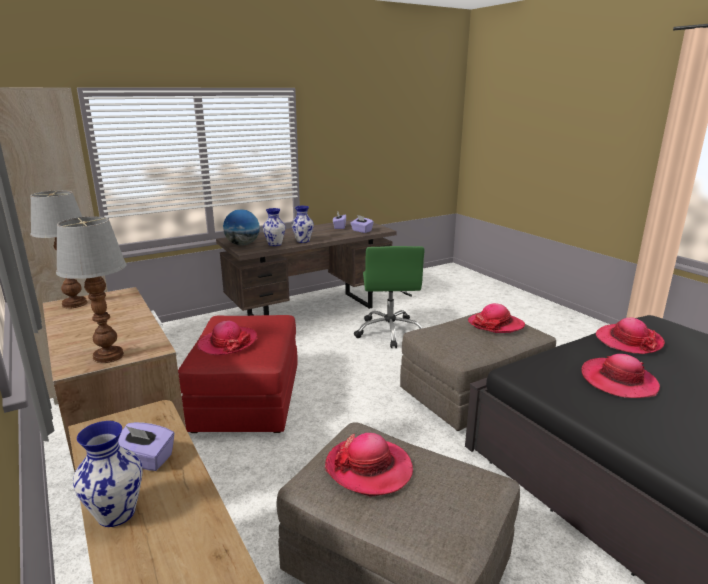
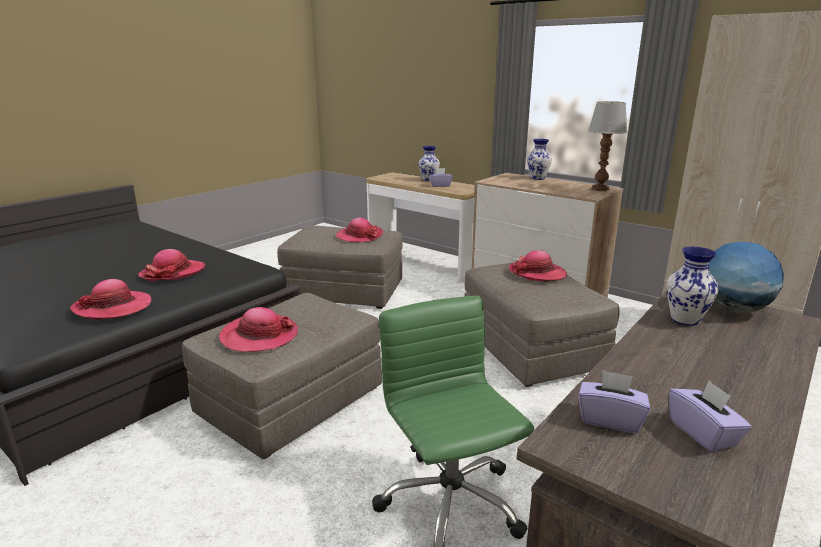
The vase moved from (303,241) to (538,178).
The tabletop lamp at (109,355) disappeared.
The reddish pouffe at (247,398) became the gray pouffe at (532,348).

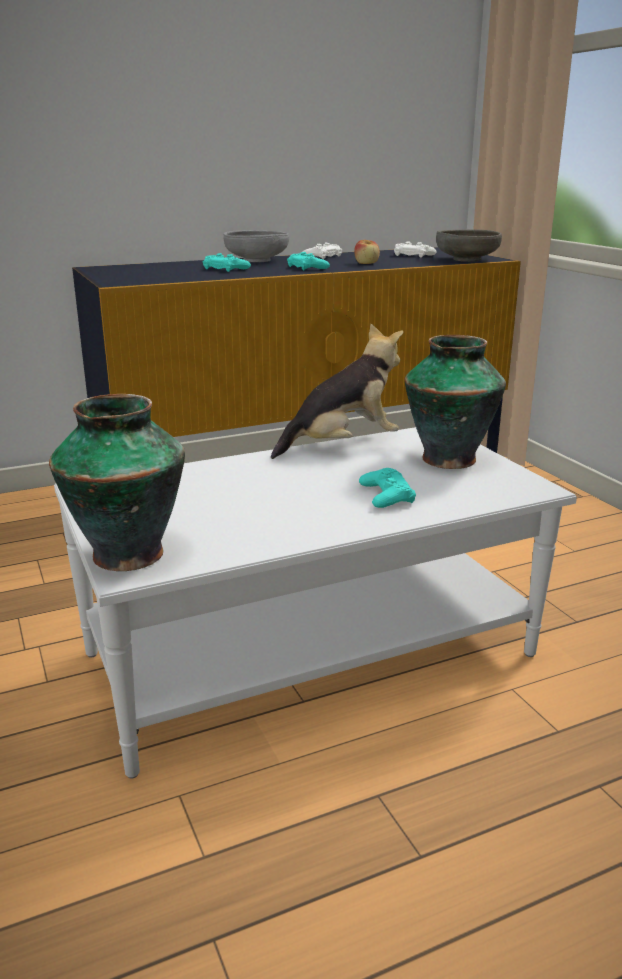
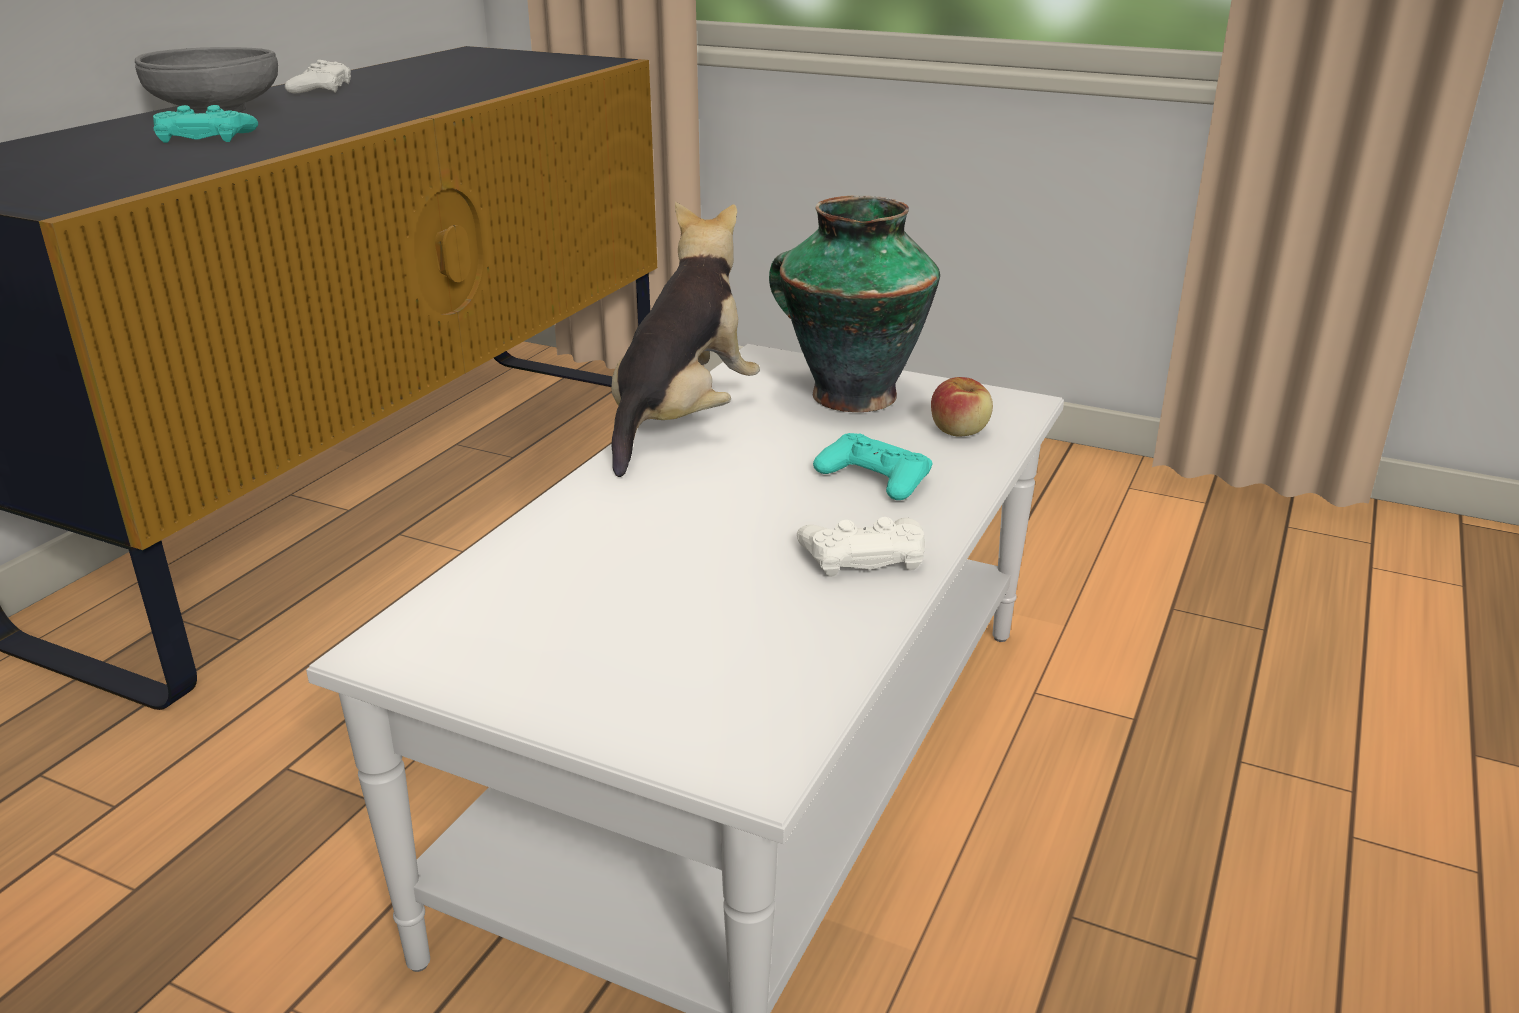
The gray bowl at (466,259) disappeared.
The apple moved from (366,263) to (960,430).
The white-coloured game controller moved from (413,255) to (863,555).
The turquoise game controller at (307,267) disappeared.
The vase at (126,553) disappeared.

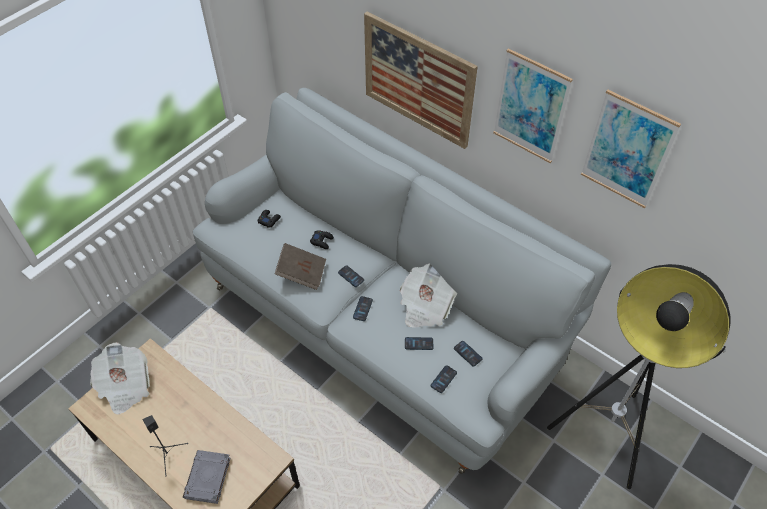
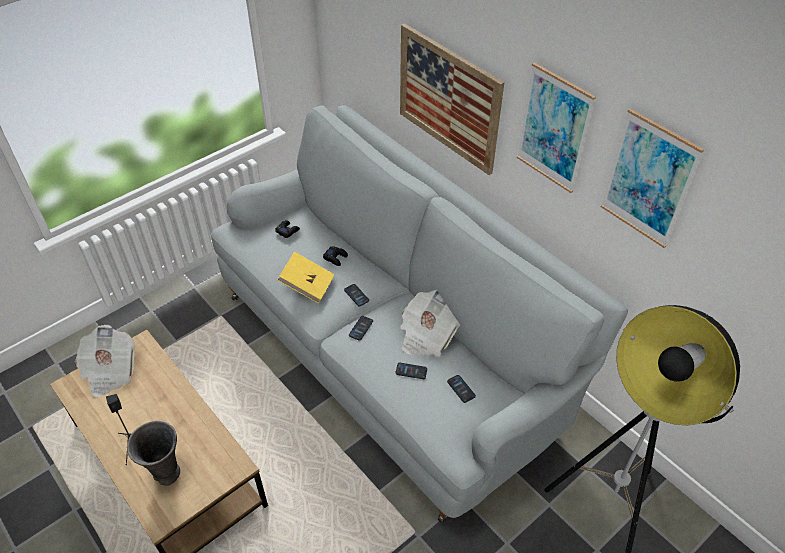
The brown-coloured bound book at (302,273) became the yellow-coloured bound book at (307,285).
The phone at (443,379) disappeared.
The gray bound book at (208,478) was replaced by the gray vase at (167,474).

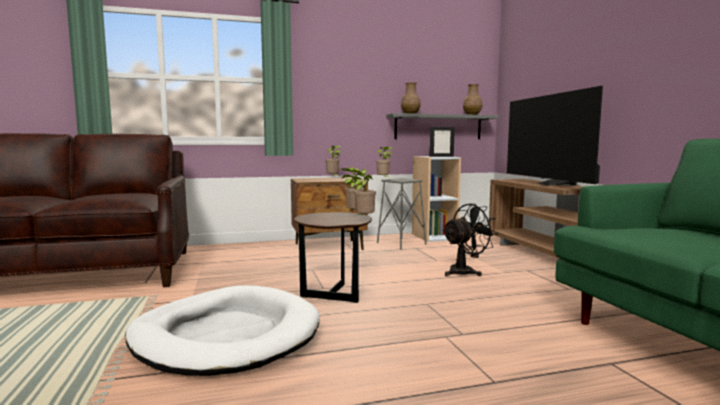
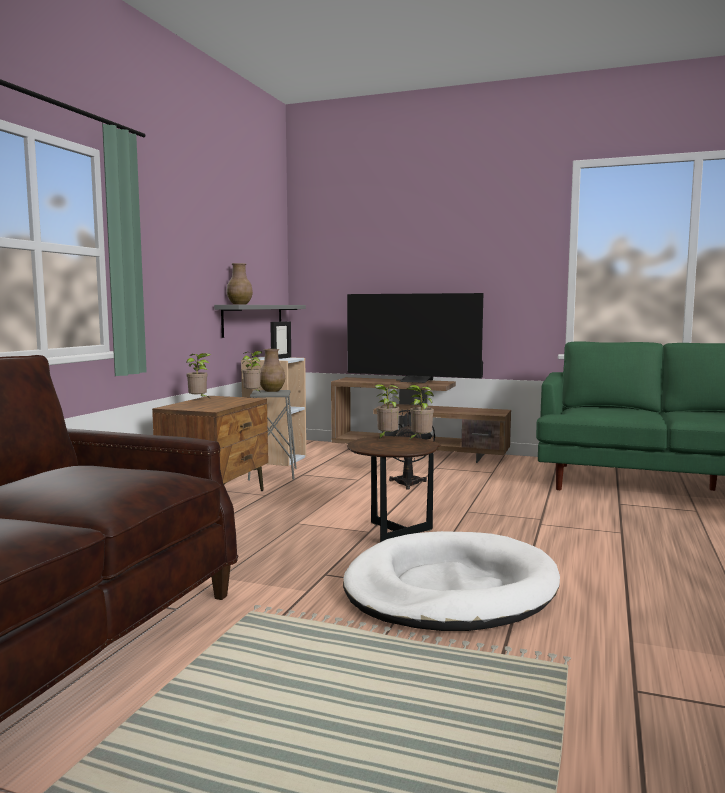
The brown-coloured vase moved from (472,114) to (272,391).

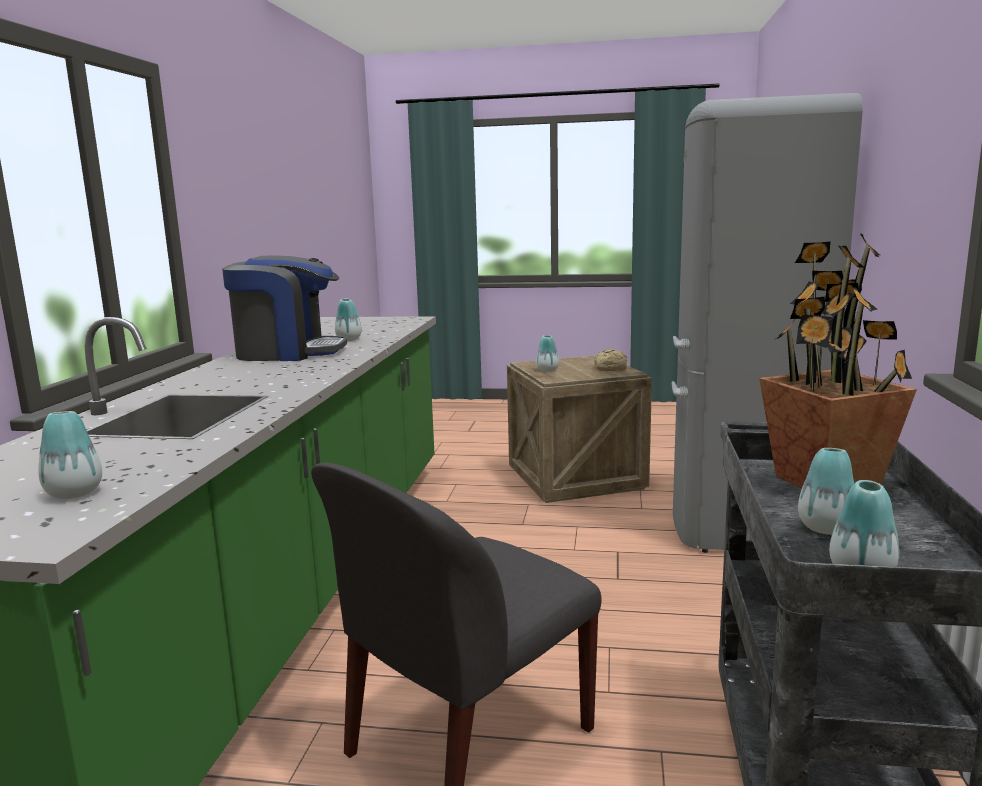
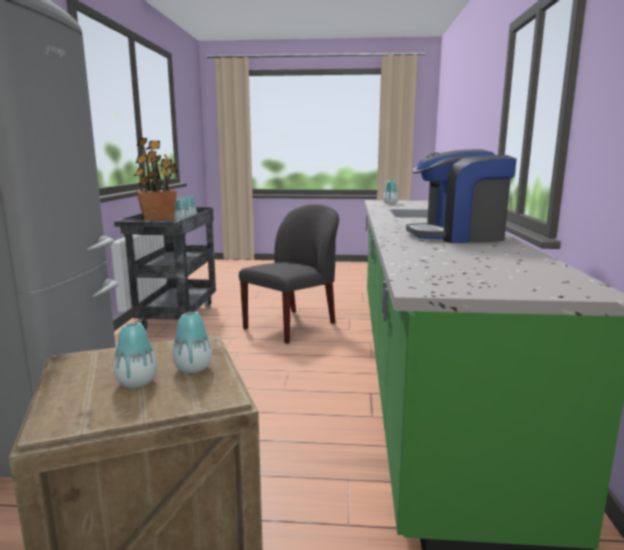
The vase moved from (349,339) to (137,382).
The bakery bread at (611,368) disappeared.

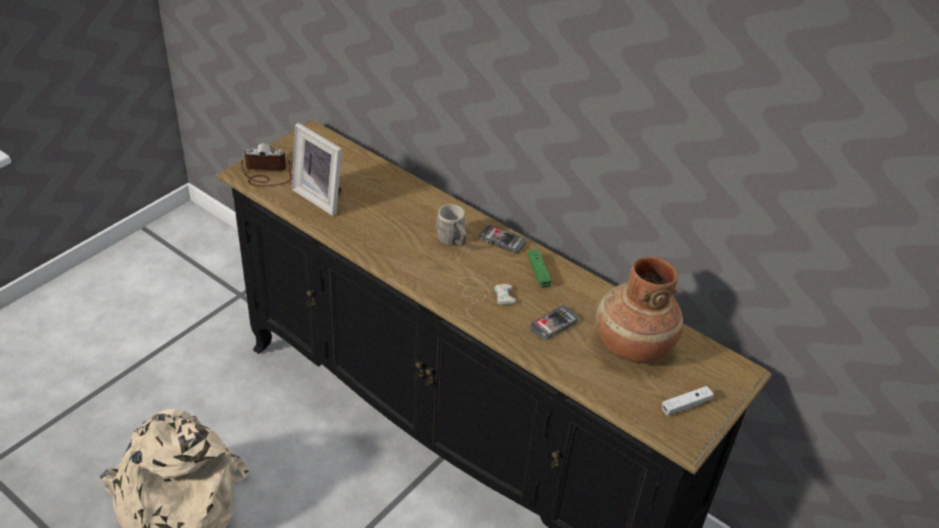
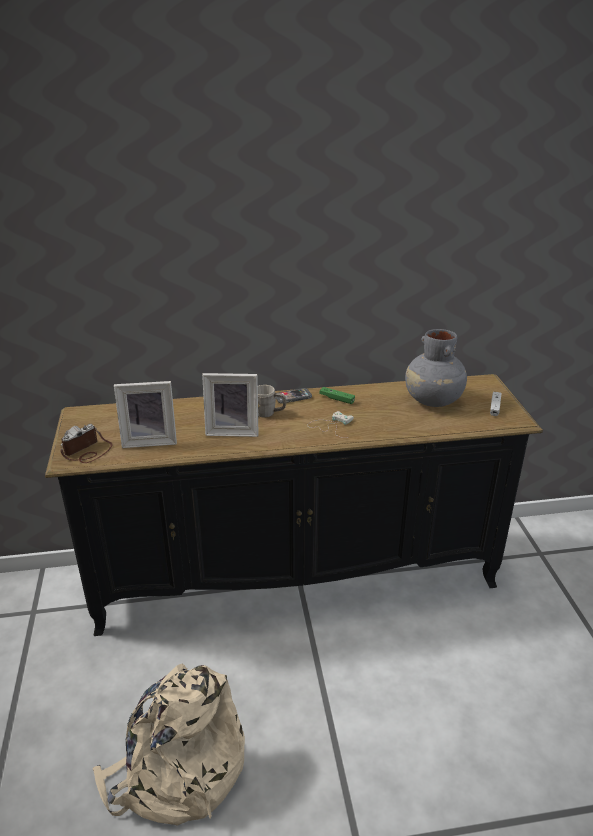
The brown-coloured vase at (632,346) became the gray vase at (433,400).
The phone at (554,324) disappeared.
The photo frame at (233,430) appeared.

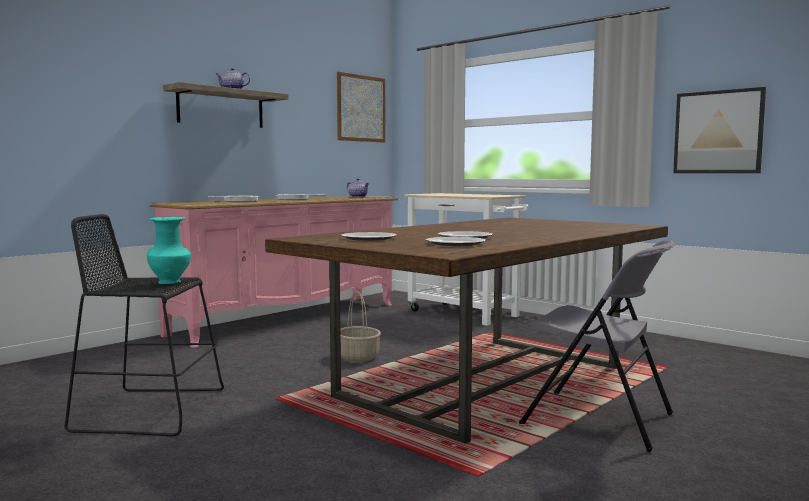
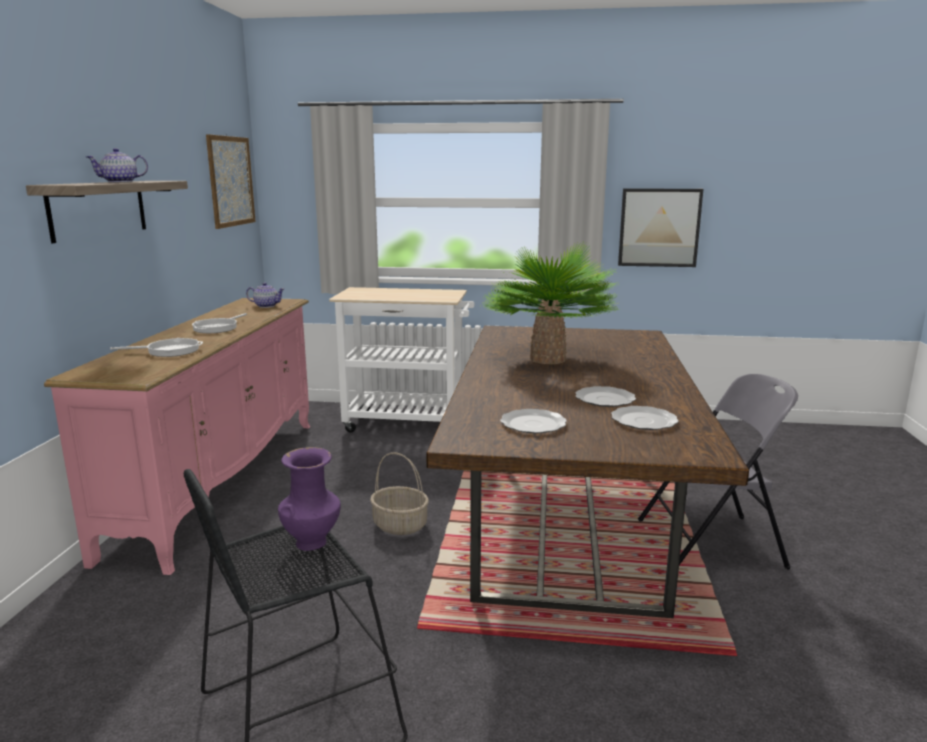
The turquoise vase at (170,282) became the purplish vase at (312,542).
The potted plant at (547,359) appeared.

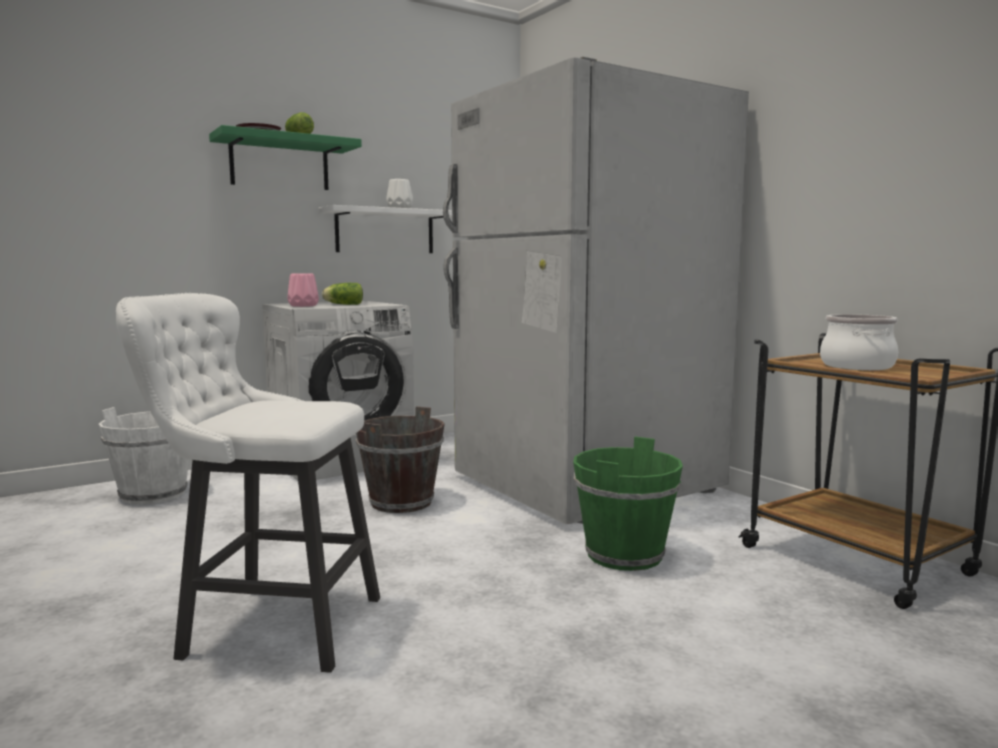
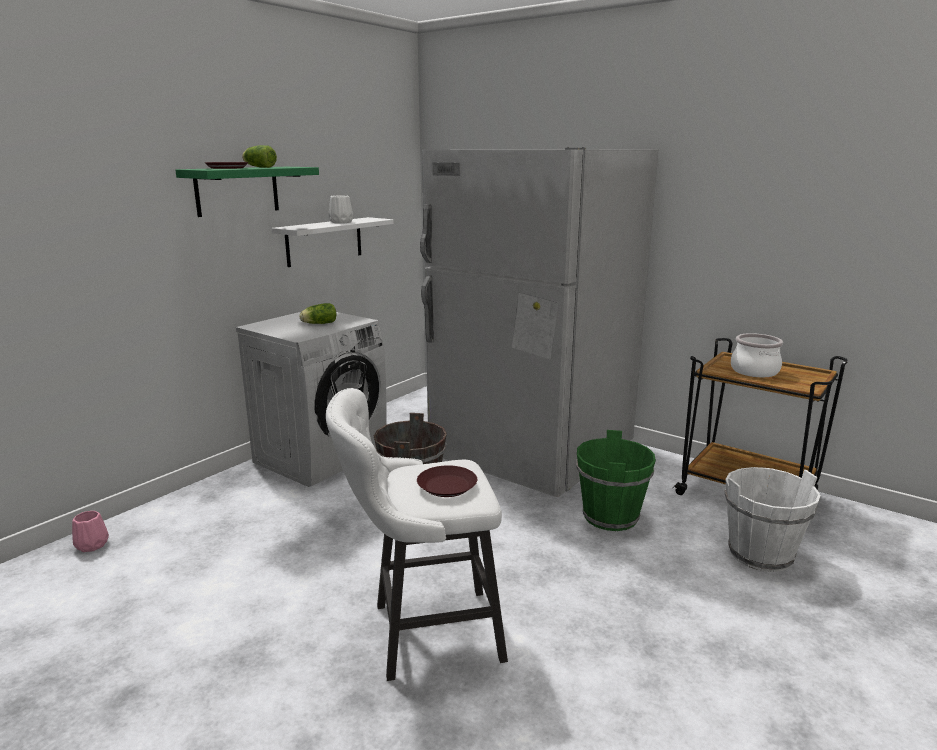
The pinkish vase moved from (303,305) to (92,545).
The white-coloured pail moved from (153,495) to (760,555).
The brown-coloured plate at (446,486) appeared.

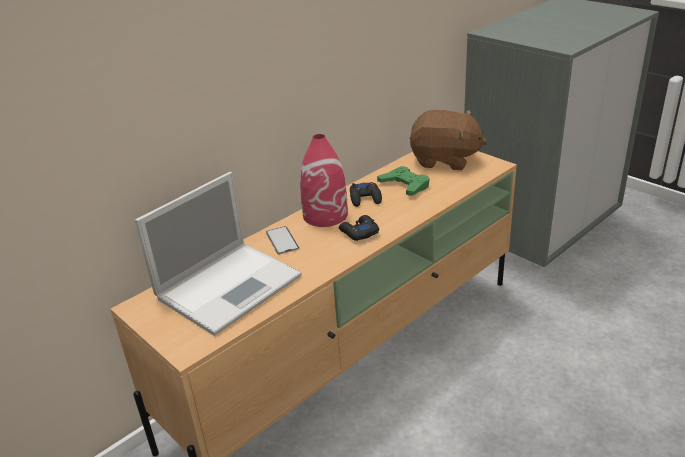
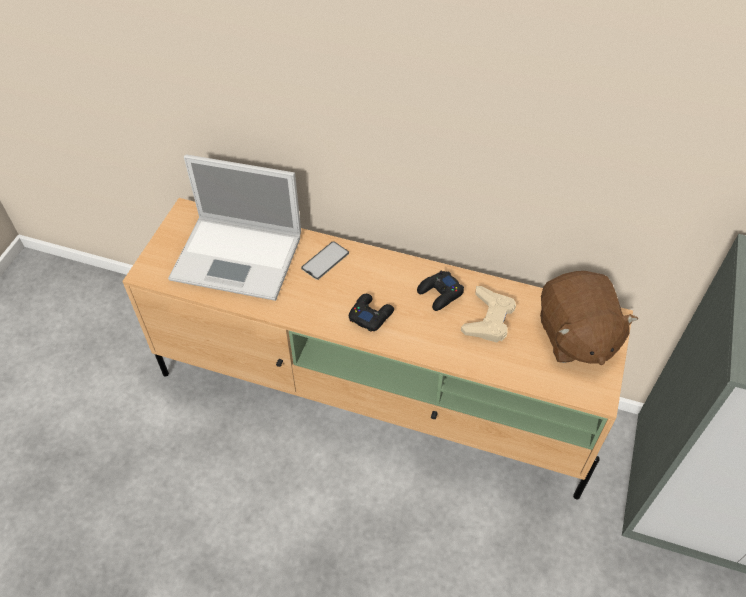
The reddish vase at (325,215) disappeared.
The greenish game controller at (405,185) became the beige-coloured game controller at (488,319).

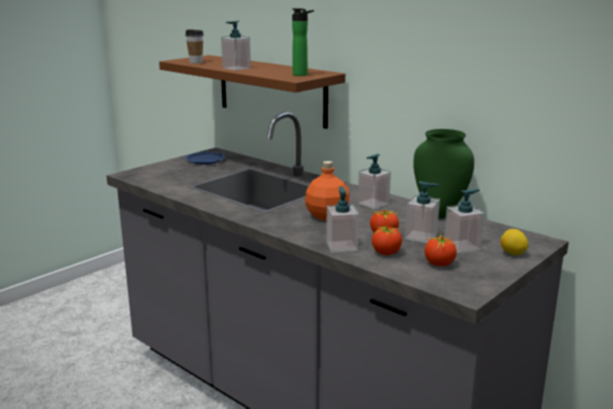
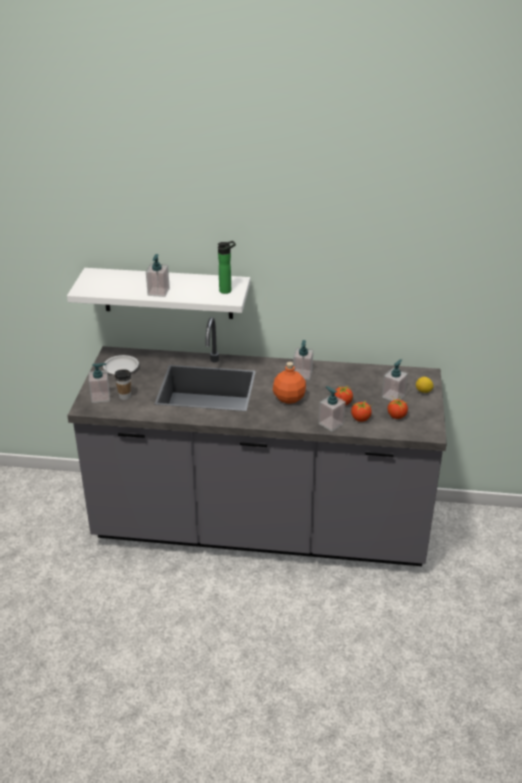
The small cup moved from (196,62) to (125,396).
The brown-coloured bracket shelf at (271,90) became the white-coloured bracket shelf at (167,293).
The greenish vase at (440,214) disappeared.
The blue-coloured plate at (205,160) became the white-coloured plate at (121,367).
The liquid soap bottle moved from (421,237) to (100,397).

